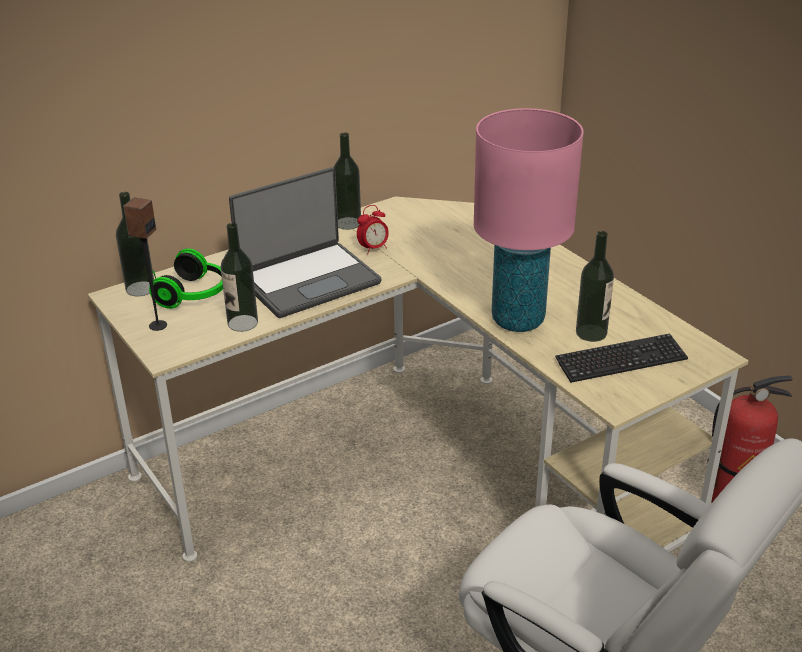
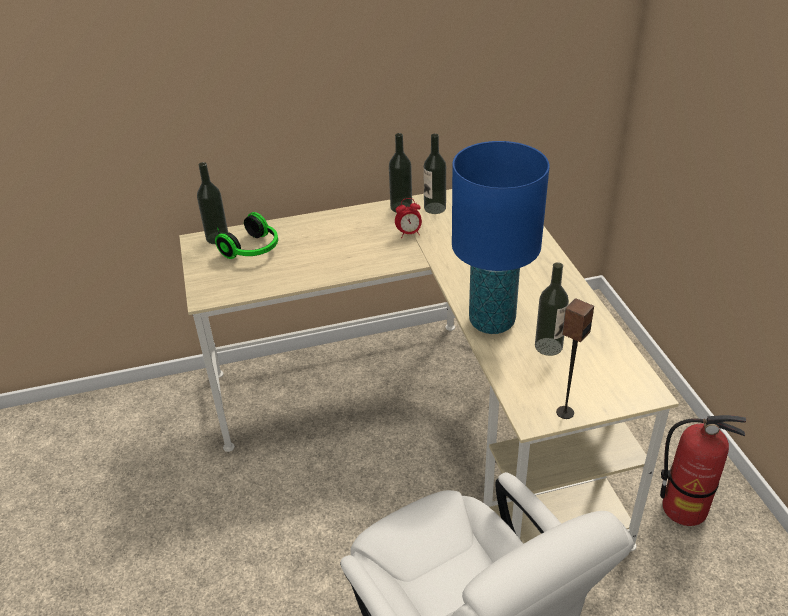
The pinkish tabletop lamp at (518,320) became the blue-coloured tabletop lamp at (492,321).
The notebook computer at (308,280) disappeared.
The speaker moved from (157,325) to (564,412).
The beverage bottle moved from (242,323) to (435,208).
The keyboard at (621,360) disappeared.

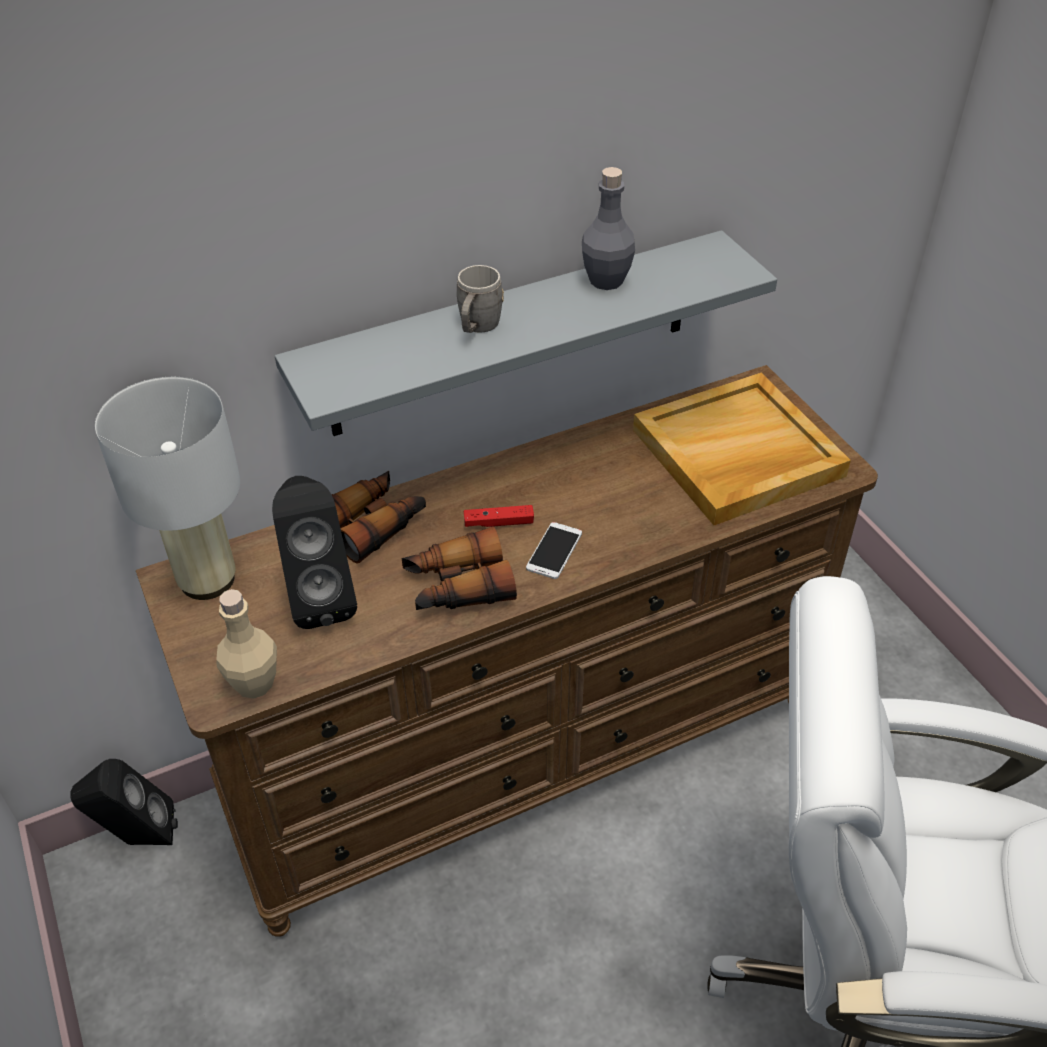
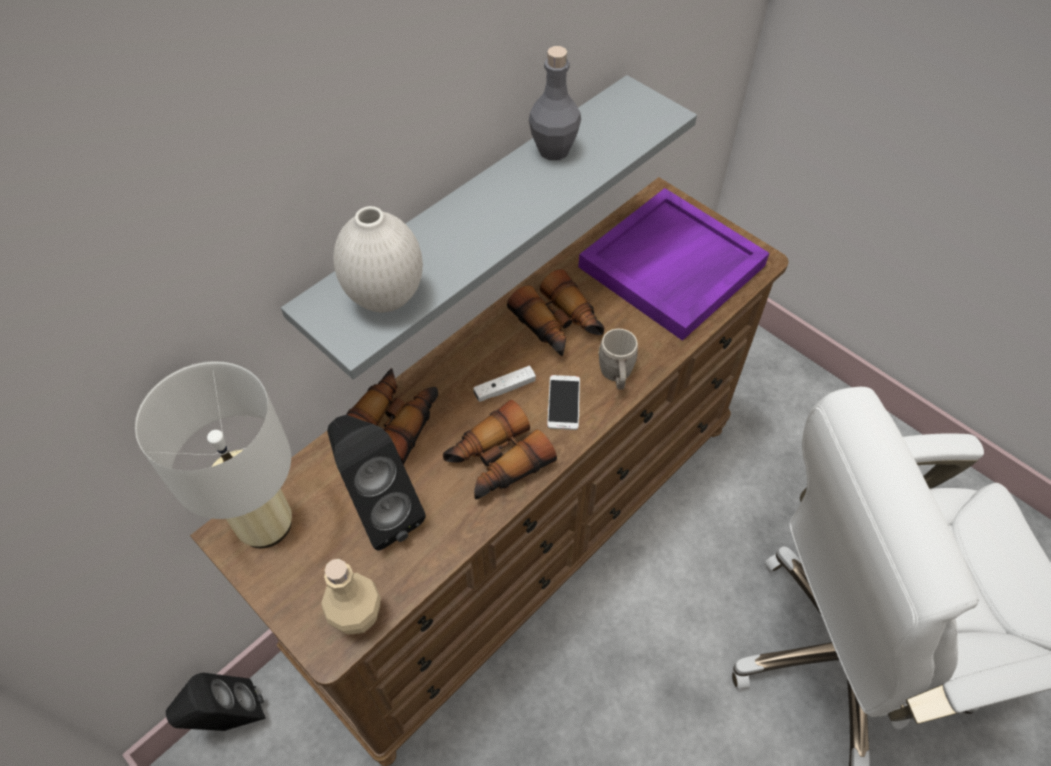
The gray coffee mug moved from (477,327) to (616,376).
The beige-coloured tray at (737,454) became the purplish tray at (672,268).
The reddish game controller at (499,523) became the white-coloured game controller at (504,388).
The white-coloured vase at (384,298) appeared.
The binoculars at (559,325) appeared.

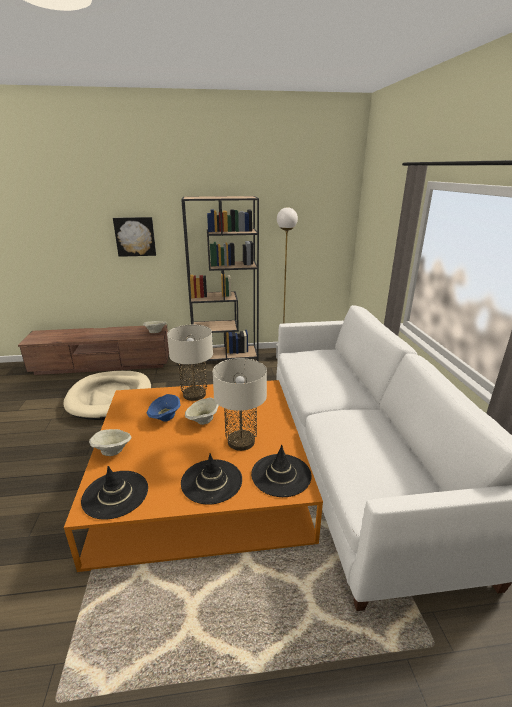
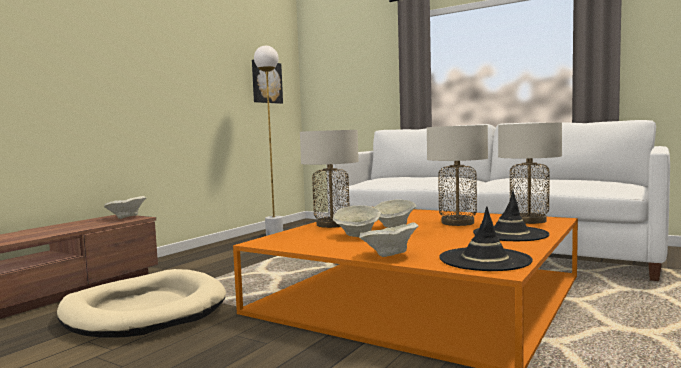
The shelving unit at (226,357) disappeared.
The picture moved from (135,236) to (266,82).
The blue-coloured bowl at (165,418) became the beige-coloured bowl at (358,235).
The blackish hat at (281,475) was replaced by the tabletop lamp at (529,220).

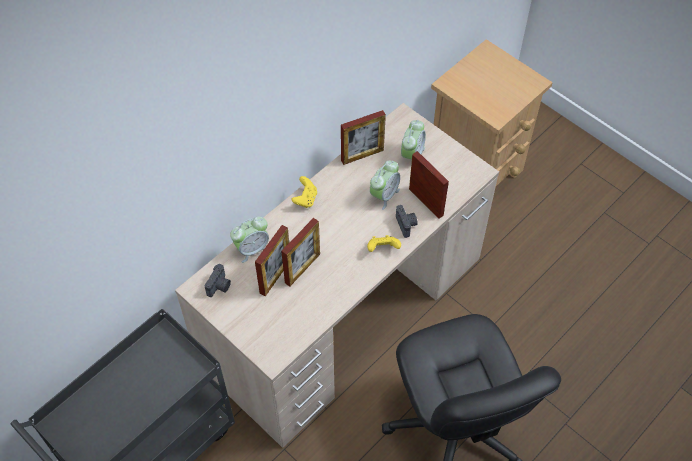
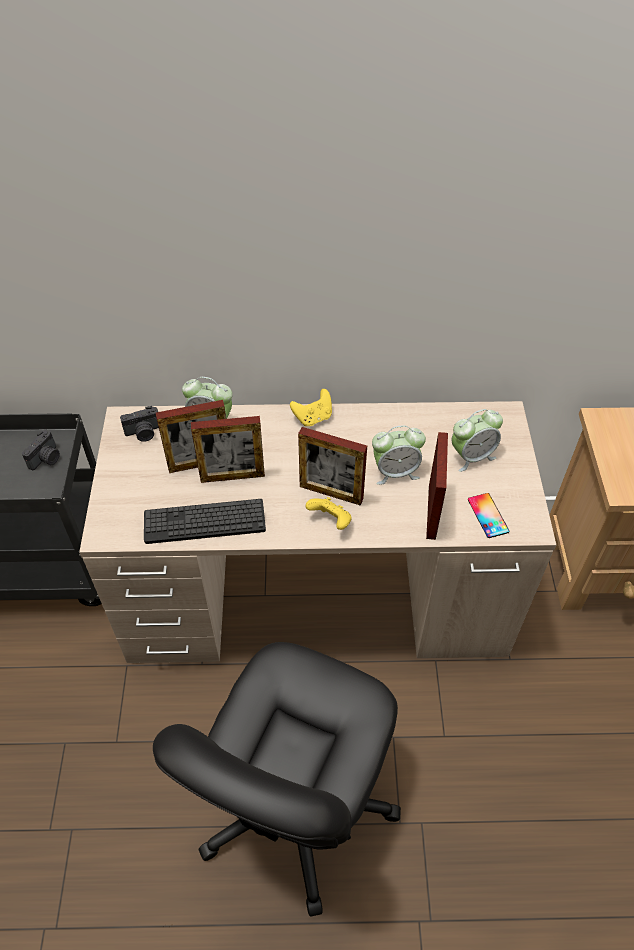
The photo frame moved from (362,155) to (331,492).
The still camera moved from (406,225) to (46,459).
The phone at (488,515) appeared.
The keyboard at (204,522) appeared.

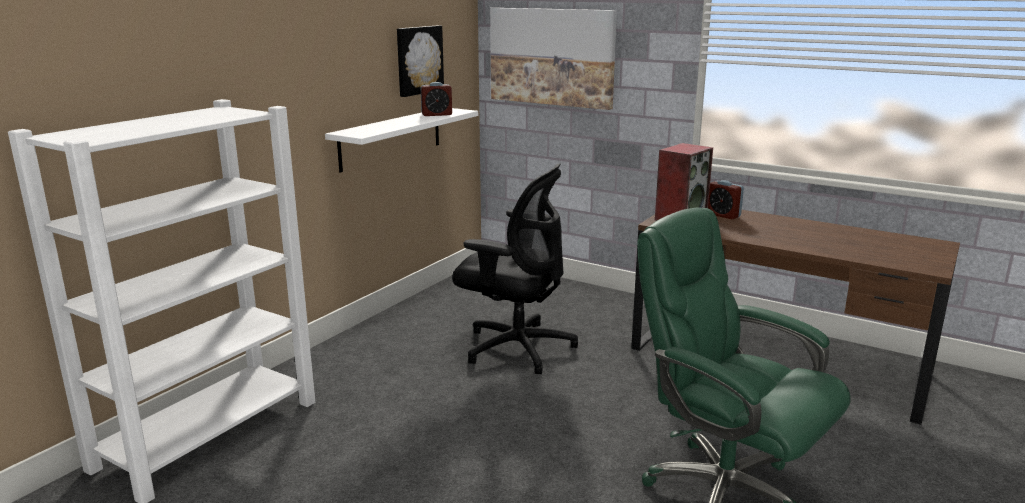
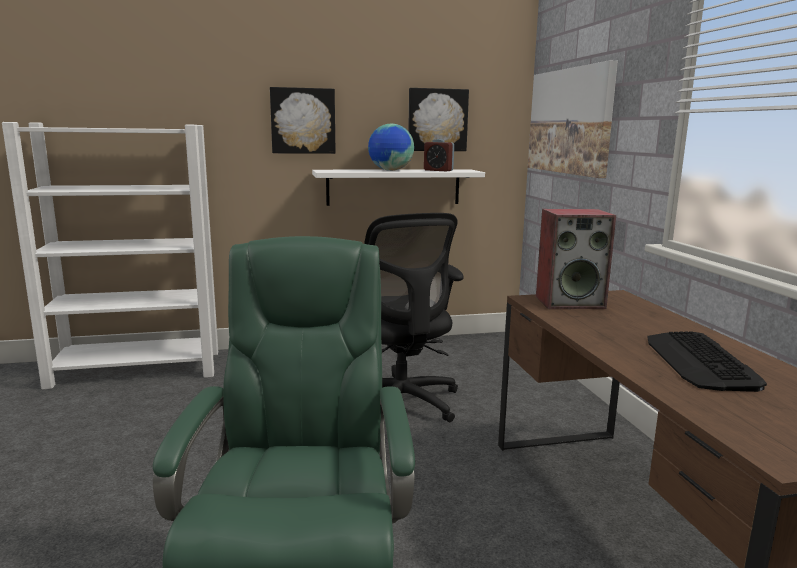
The bedside clock at (722,215) disappeared.
The picture at (303,121) appeared.
The globe at (390,170) appeared.
The keyboard at (699,362) appeared.

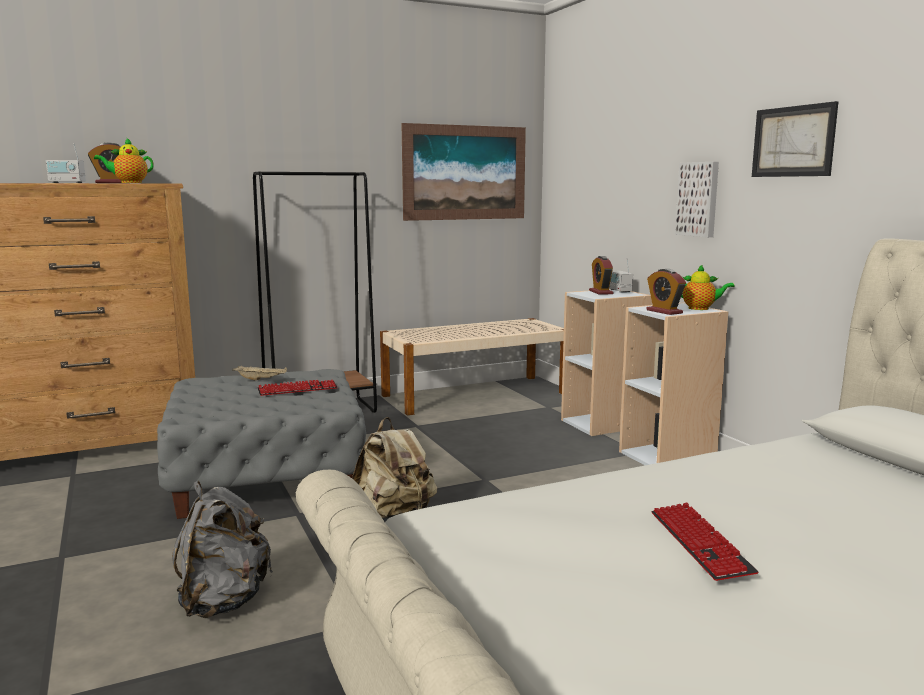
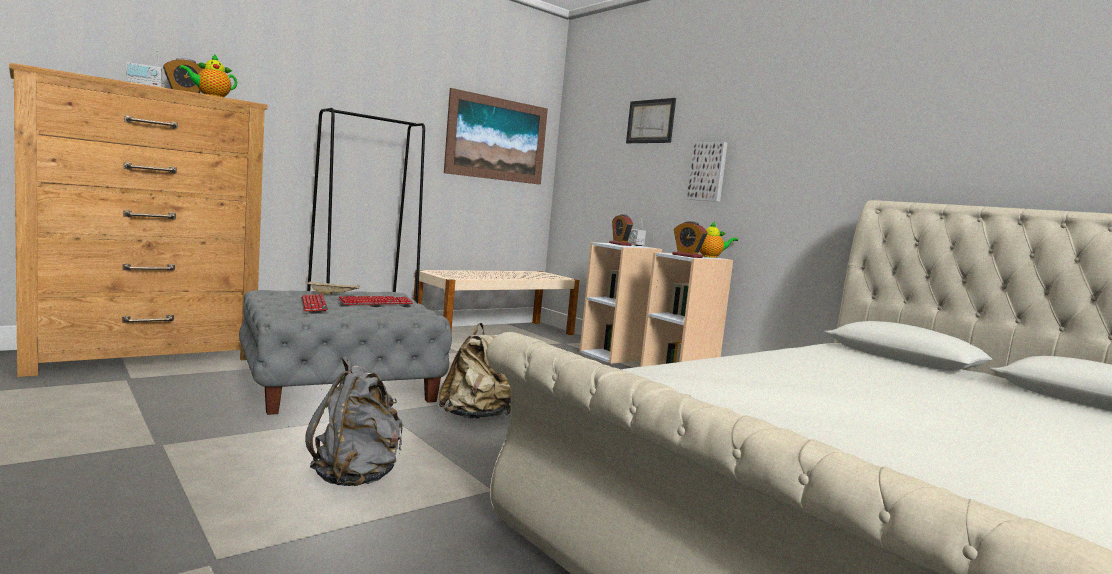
The picture moved from (793,141) to (650,121).
The keyboard moved from (699,543) to (313,305).

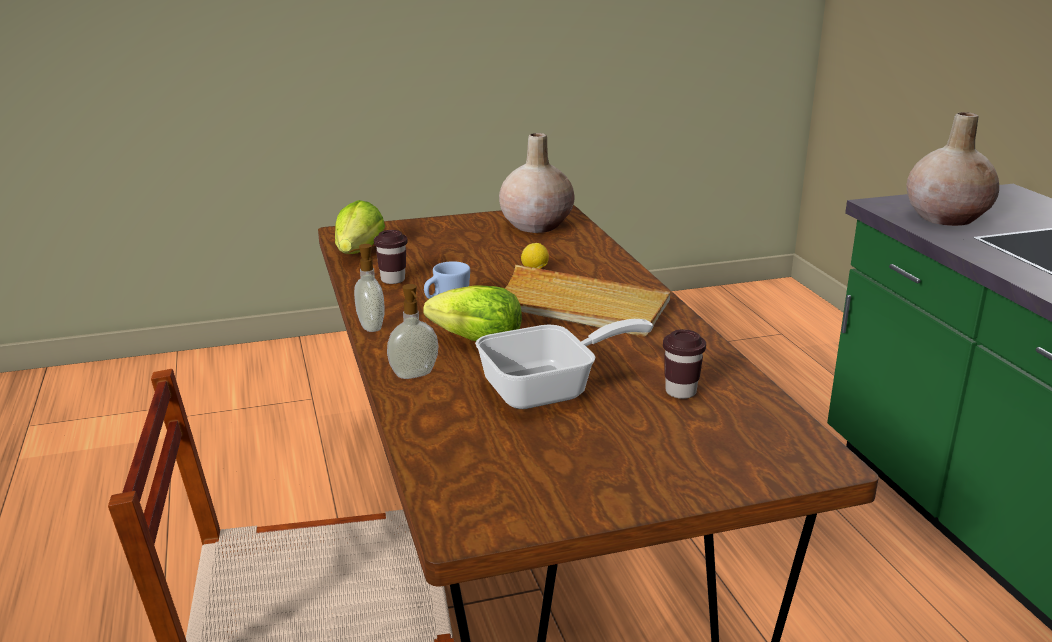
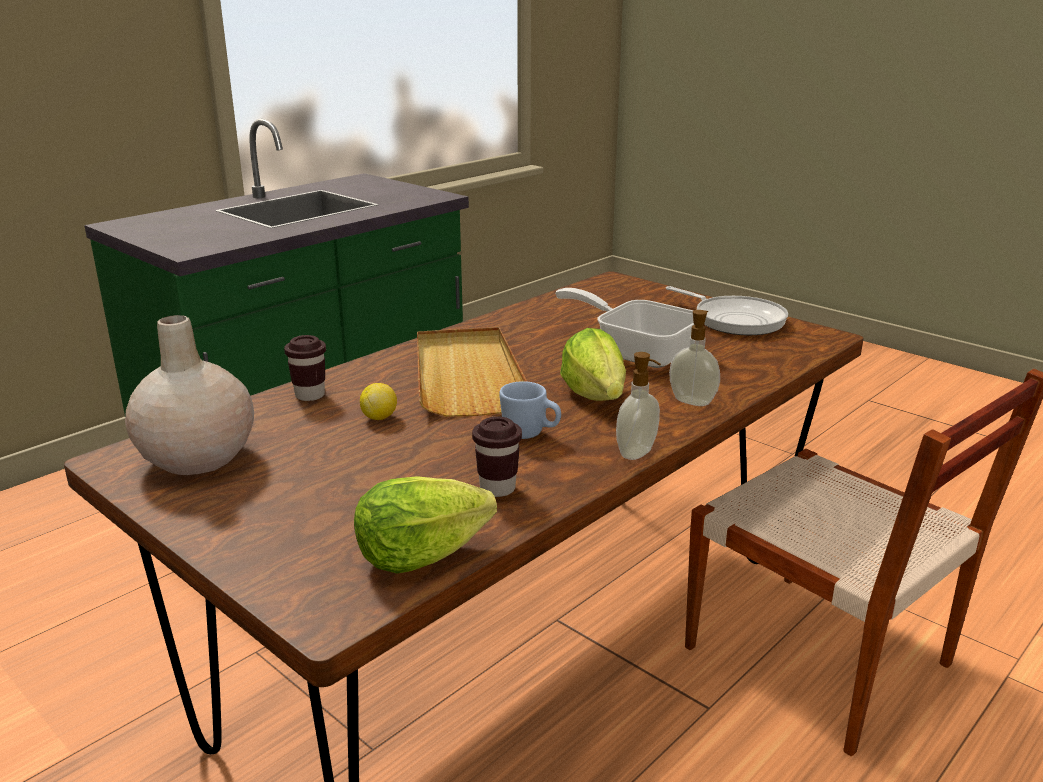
The beige-coloured vase at (946,218) disappeared.
The brown-coloured small cup moved from (680,392) to (310,395).
The frying pan at (735,320) appeared.

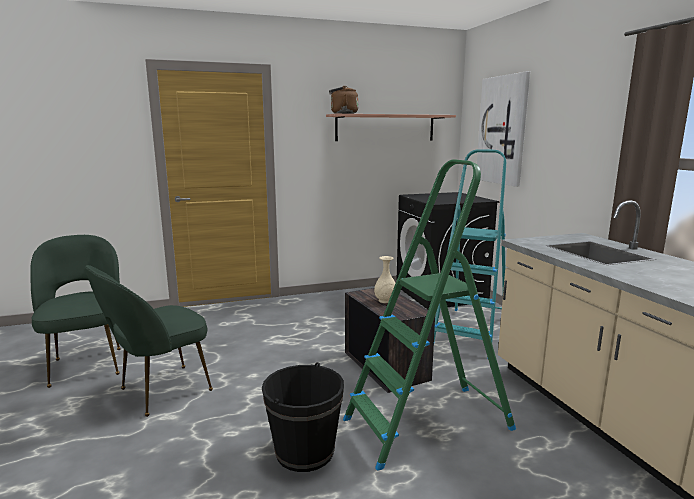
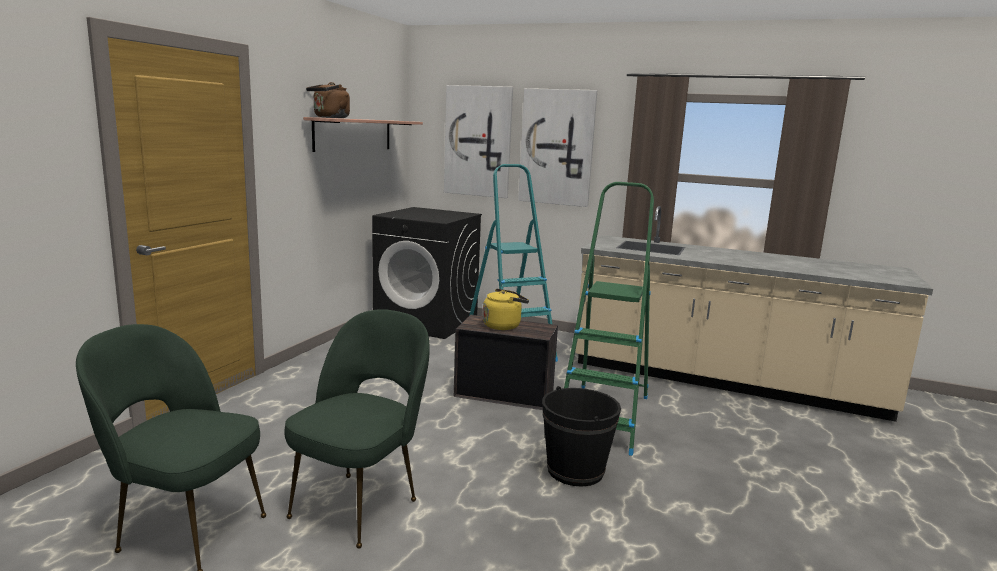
The beige-coloured vase at (385,301) was replaced by the yellow-coloured tea kettle at (503,326).
The greenish chair at (158,392) turned 150 degrees counterclockwise.
The picture at (557,147) appeared.

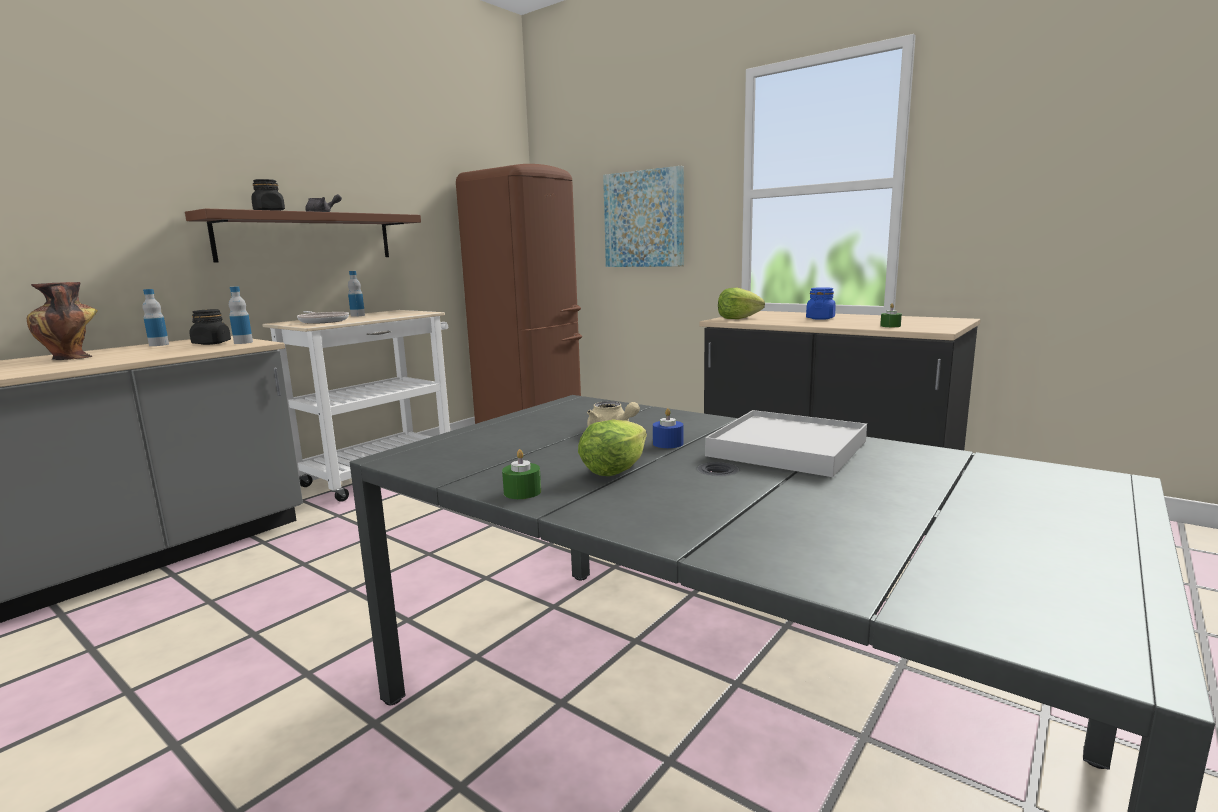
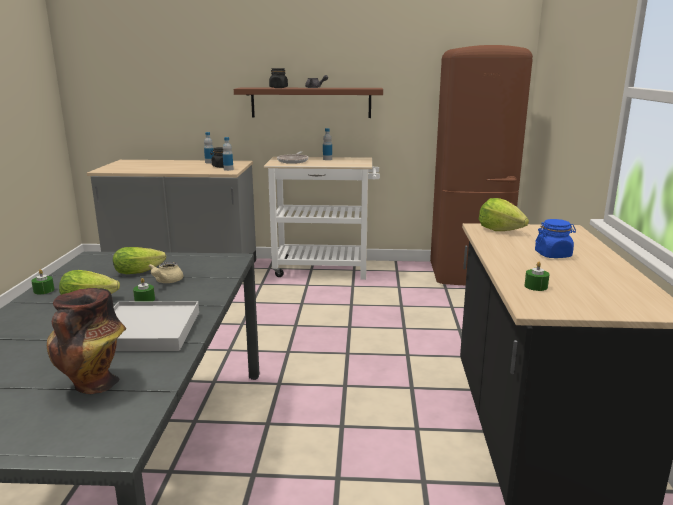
The picture at (644,219) disappeared.
The vase moved from (72,358) to (94,384).
The blue-coloured wax candle at (668,443) became the greenish wax candle at (144,299).
The lettuce head at (141,271) appeared.

